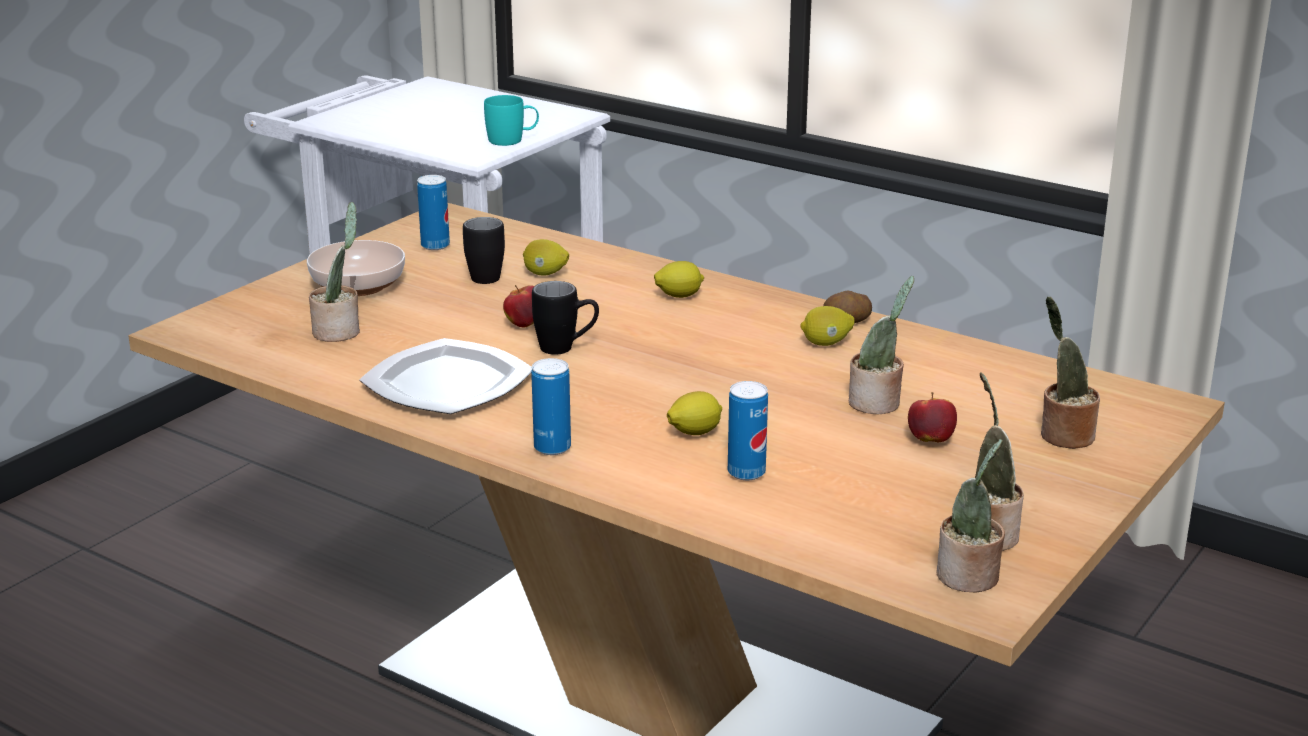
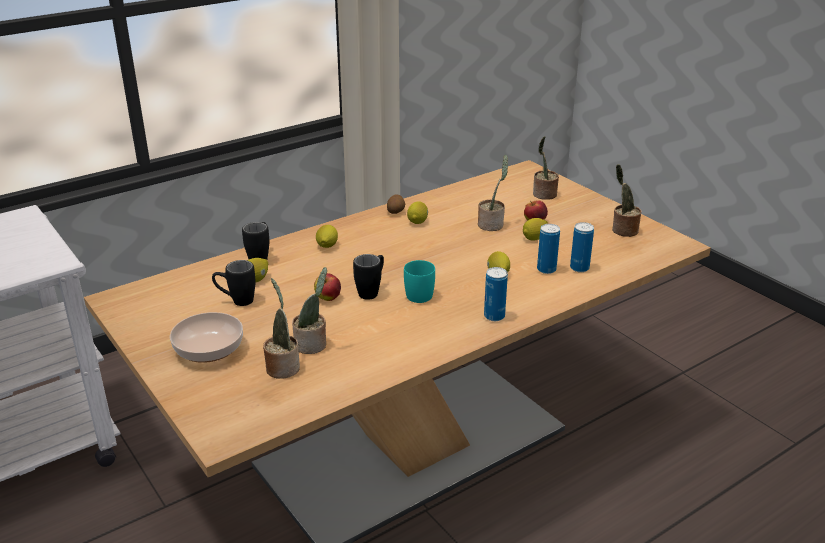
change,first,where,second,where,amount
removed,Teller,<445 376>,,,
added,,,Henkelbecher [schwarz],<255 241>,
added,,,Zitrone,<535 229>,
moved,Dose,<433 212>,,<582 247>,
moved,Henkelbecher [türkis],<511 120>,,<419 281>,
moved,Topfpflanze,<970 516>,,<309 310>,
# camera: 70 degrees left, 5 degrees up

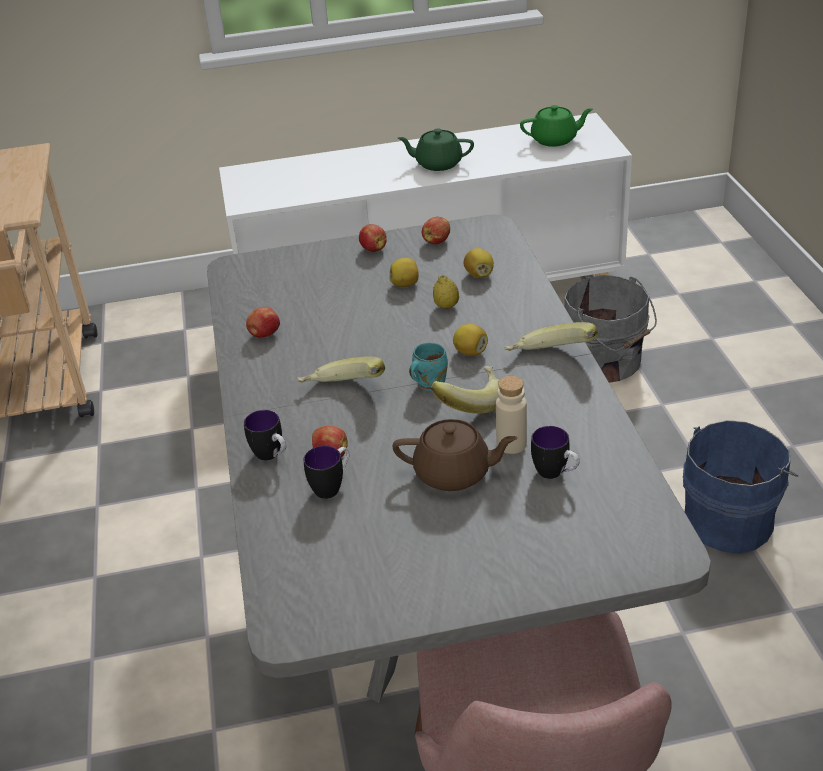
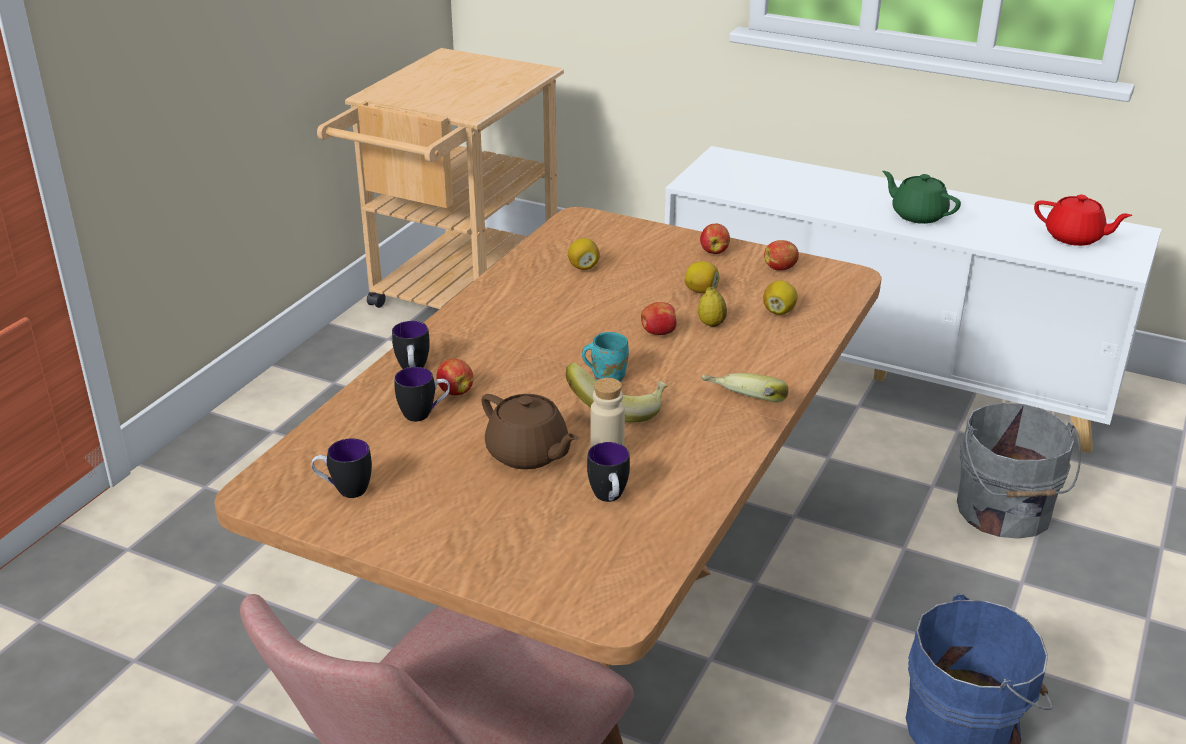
change,first,where,second,where,amount
removed,Banane,<341 369>,,,
added,,,Henkelbecher,<341 468>,
moved,Apfel,<263 322>,,<659 318>,
moved,Zitrone,<470 340>,,<584 254>,
recoloured,Esstisch [grau],<459 458>,Esstisch [braun],<548 437>,
recoloured,Teekanne [grün],<556 126>,Teekanne [rot],<1083 220>,
# camera: 35 degrees right, 5 degrees down

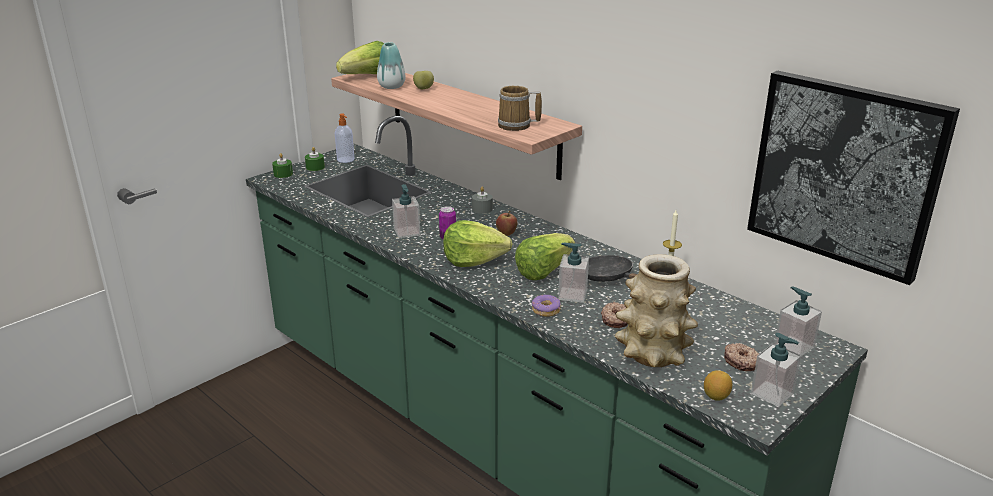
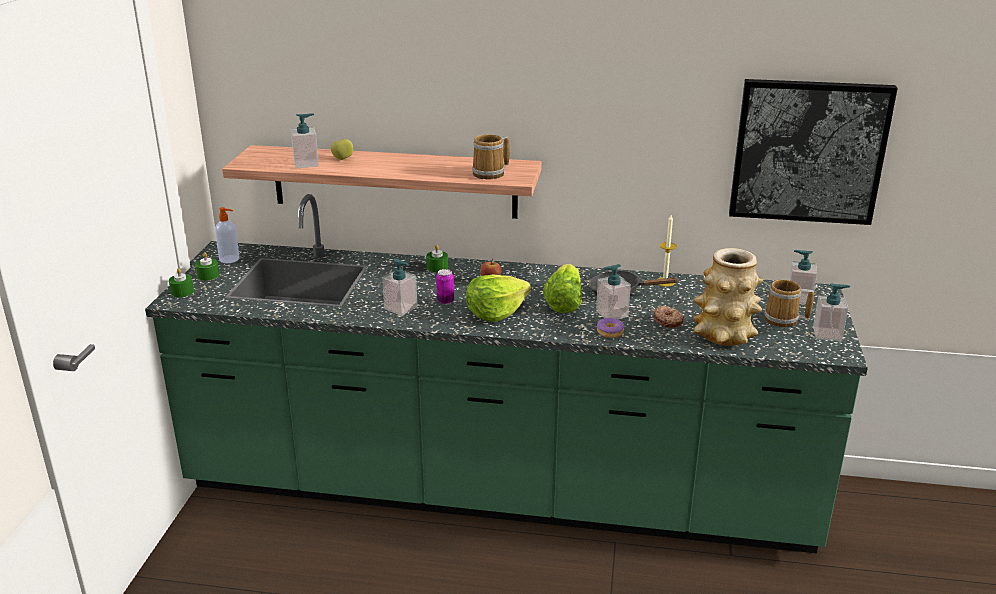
change,first,where,second,where,amount
removed,Salatkopf,<360 57>,,,
removed,Zitrone,<718 385>,,,
replaced,Vase,<391 65>,Seifenspender,<305 140>,
replaced,Donut,<741 357>,Henkelbecher,<789 303>,
recoloured,Kerze [grau],<482 200>,Kerze [grün],<437 259>,
# camera: 35 degrees left, 0 degrees up

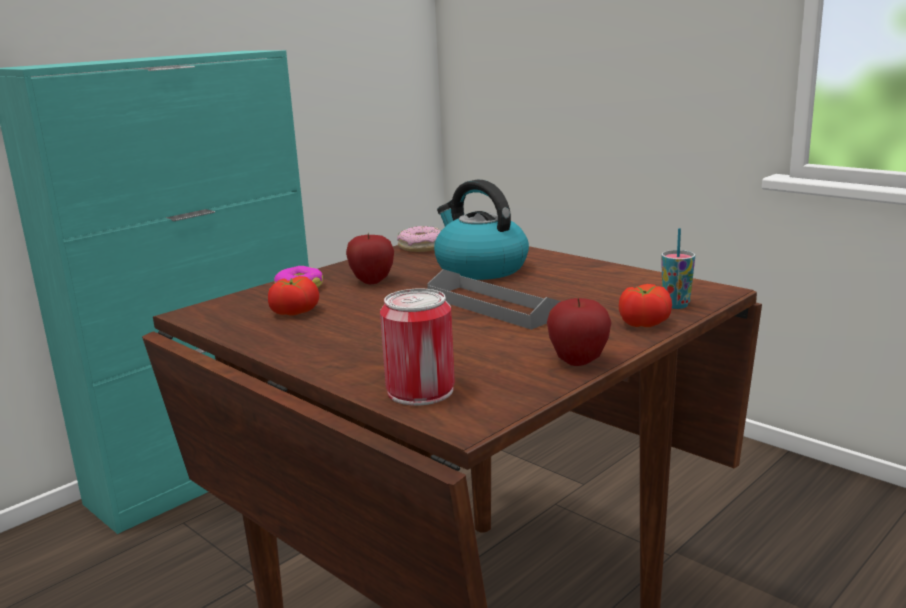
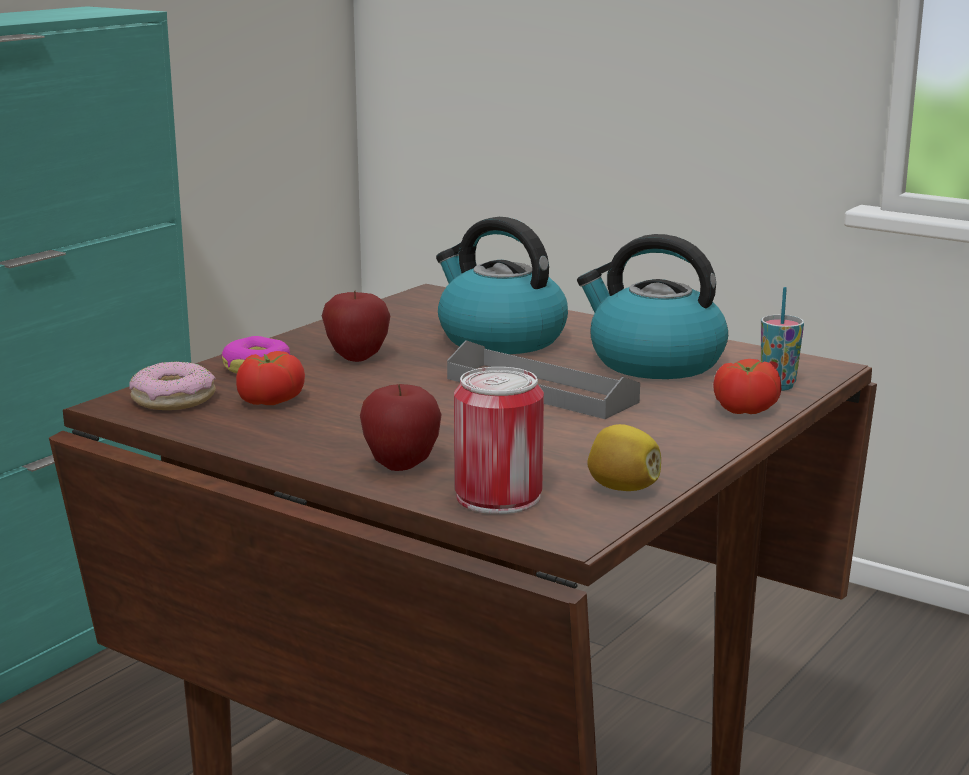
change,first,where,second,where,amount
added,,,Wasserkessel,<652 306>,
added,,,Zitrone,<624 457>,
moved,Donut,<419 239>,,<172 385>,
moved,Apfel,<579 332>,,<401 427>,
# camera: 10 degrees left, 0 degrees up

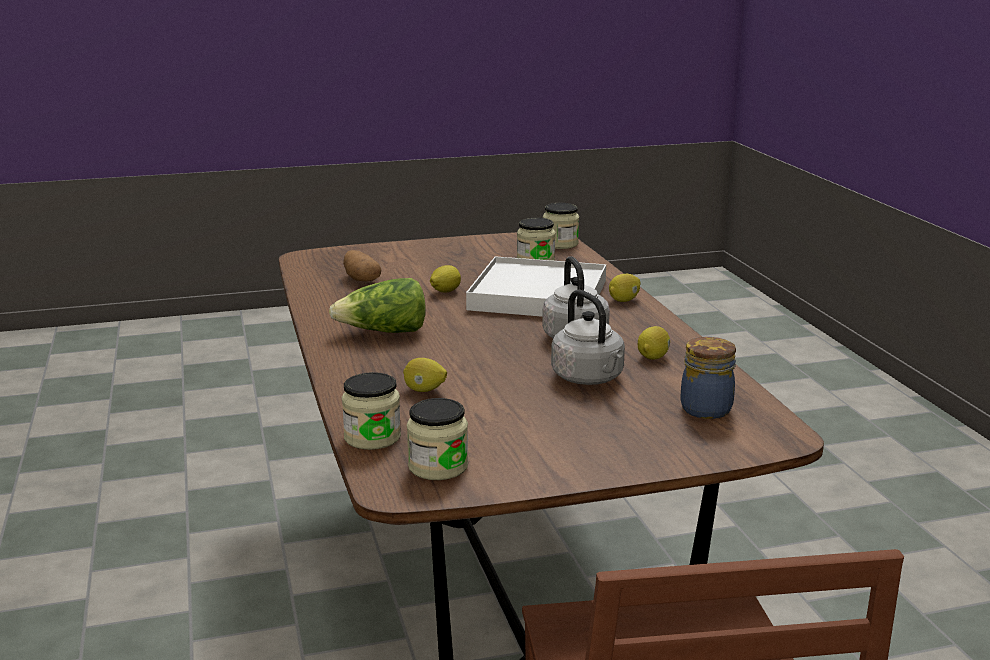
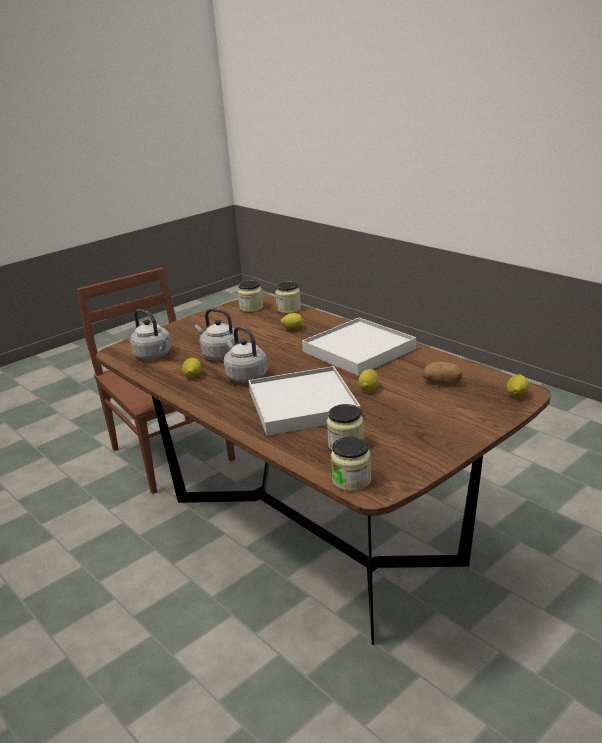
change,first,where,second,where,amount
moved,Zitrone,<625 288>,,<518 386>,
replaced,Salatkopf,<377 305>,Tablett [weiß],<359 346>,
replaced,Vorratsglas,<708 378>,Wasserkessel [grau],<150 334>,
# camera: 155 degrees right, 5 degrees up

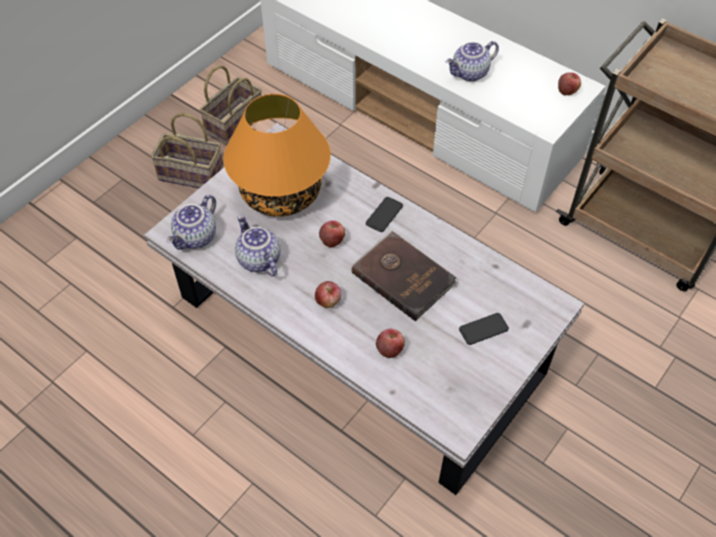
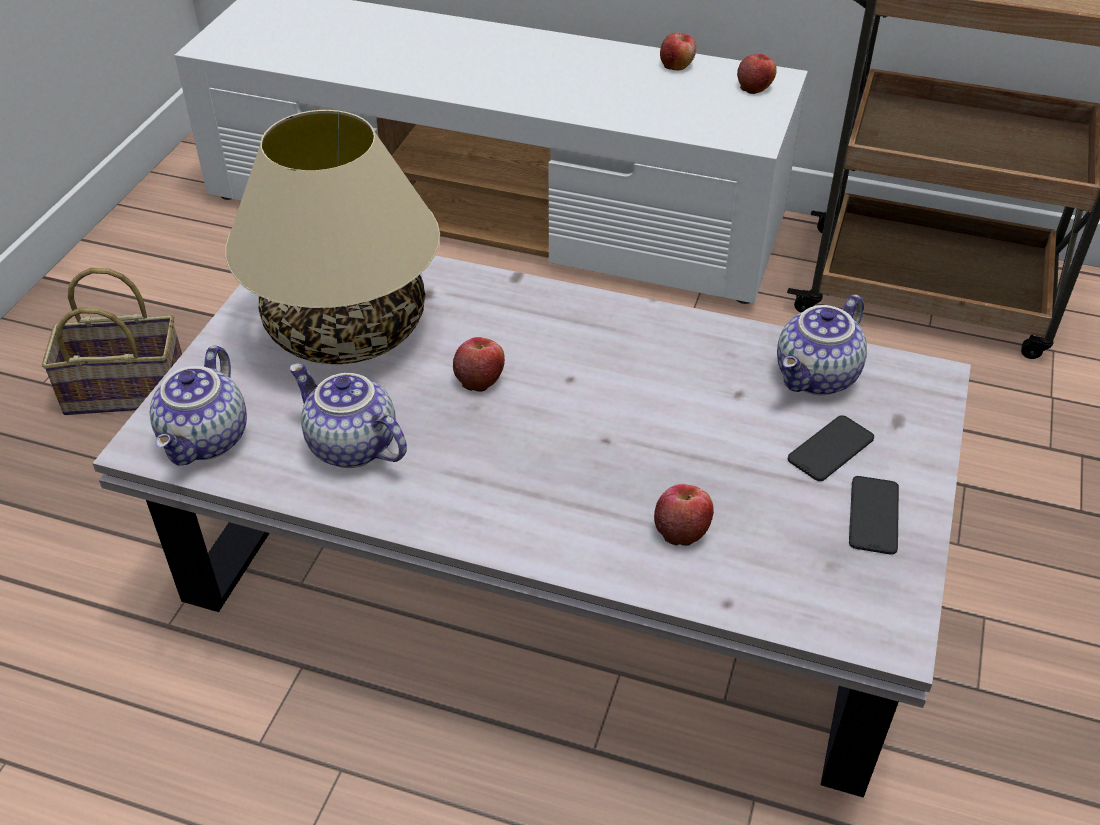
change,first,where,second,where,amount
removed,Korb,<230 106>,,,
removed,Buch [braun],<404 276>,,,
moved,Apfel,<328 294>,,<678 51>,
moved,Handy,<384 214>,,<874 515>,
moved,Teekanne,<472 61>,,<822 344>,
recoloured,Tischlampe [orange],<277 155>,Tischlampe [beige],<332 237>,
# camera: 20 degrees left, 10 degrees down

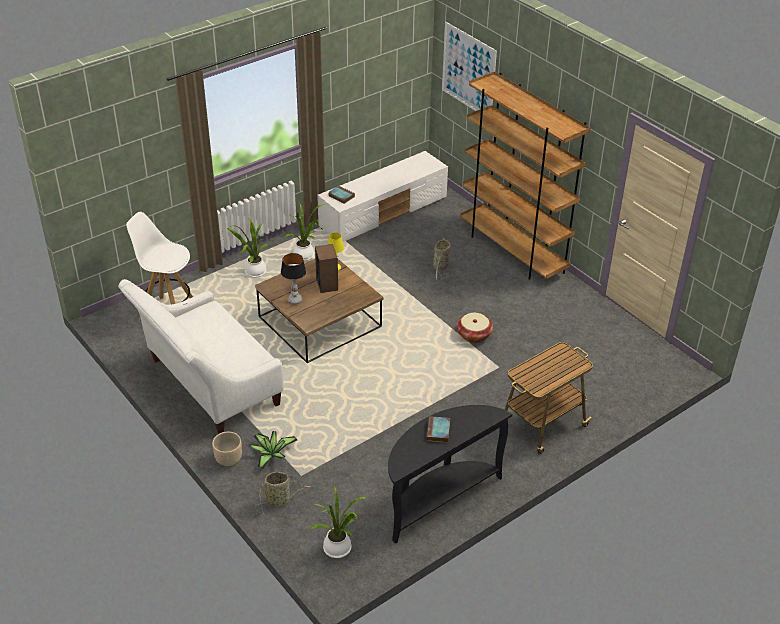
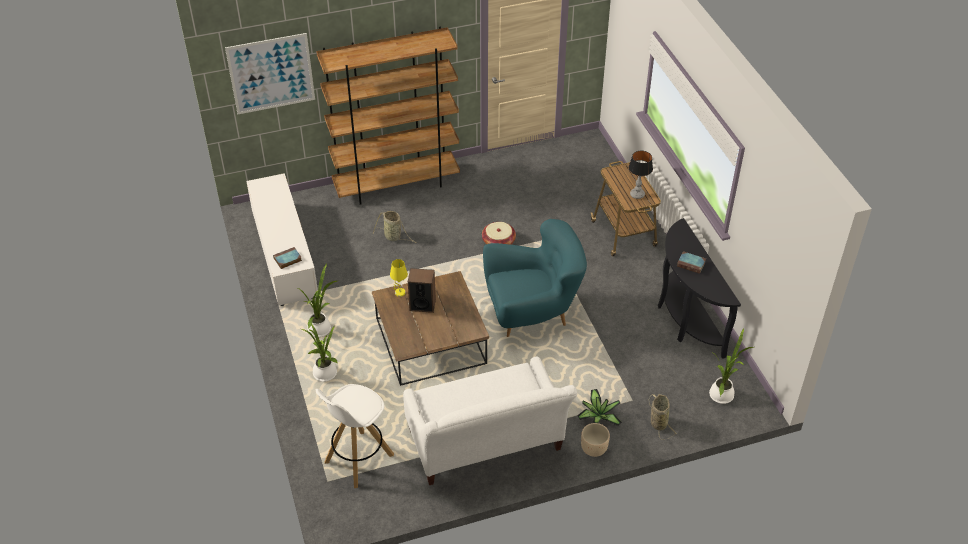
change,first,where,second,where,amount
added,,,Sessel [türkis],<535 278>,
moved,Tischlampe,<293 278>,,<640 175>,
# camera: 70 degrees left, 5 degrees up

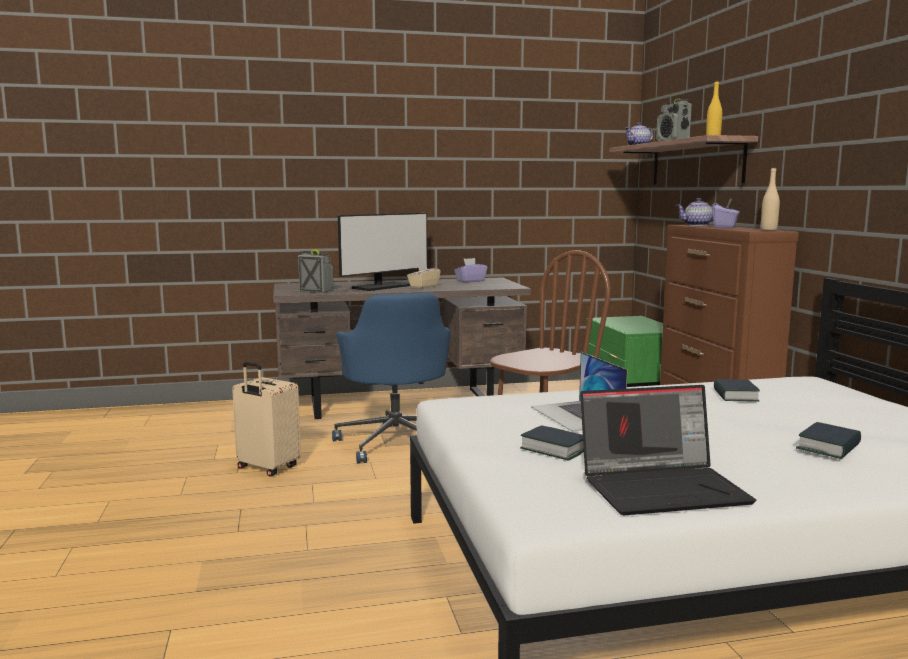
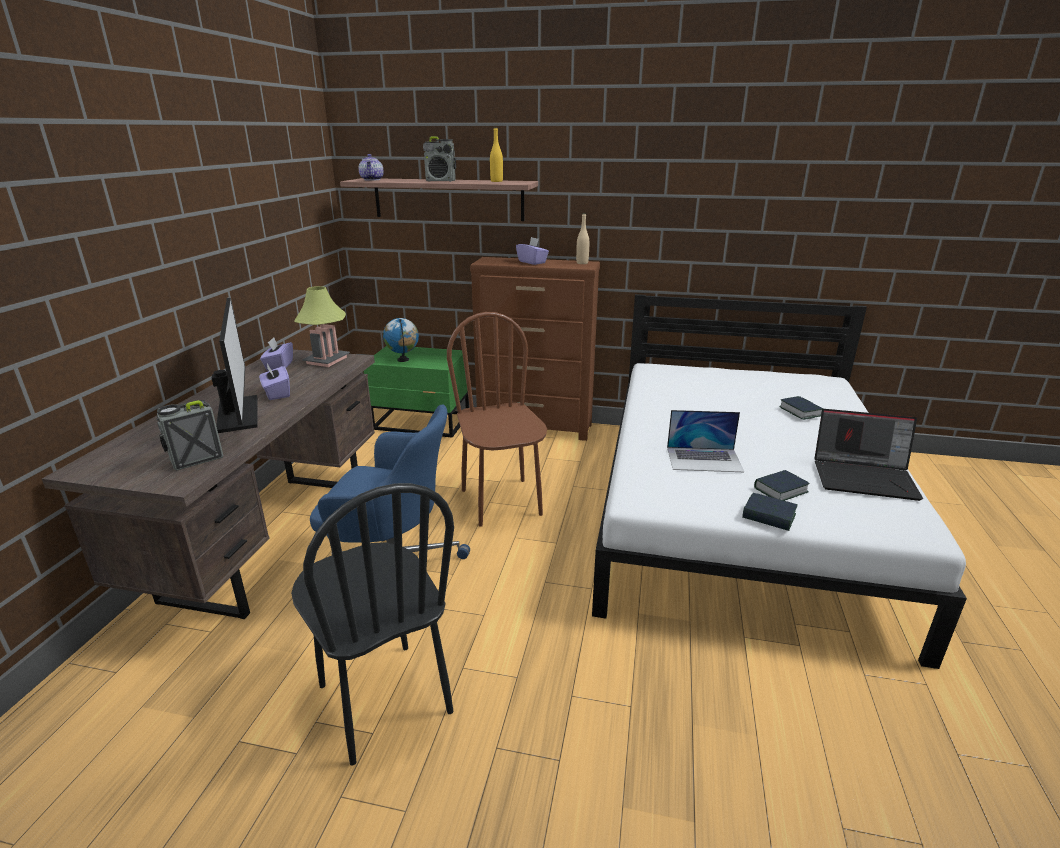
change,first,where,second,where,amount
removed,Teekanne,<698 212>,,,
added,,,Tischlampe,<322 326>,
added,,,Globus,<401 340>,
moved,Buch,<737 390>,,<770 512>,
replaced,Koffer [beige],<266 419>,Stuhl [schwarz],<372 624>,
recoloured,Taschentuchbox [beige],<424 275>,Taschentuchbox [lila],<274 381>,
turned,Laptop,<668 450>,,<868 455>,90 degrees clockwise
# camera: 65 degrees left, 15 degrees up

